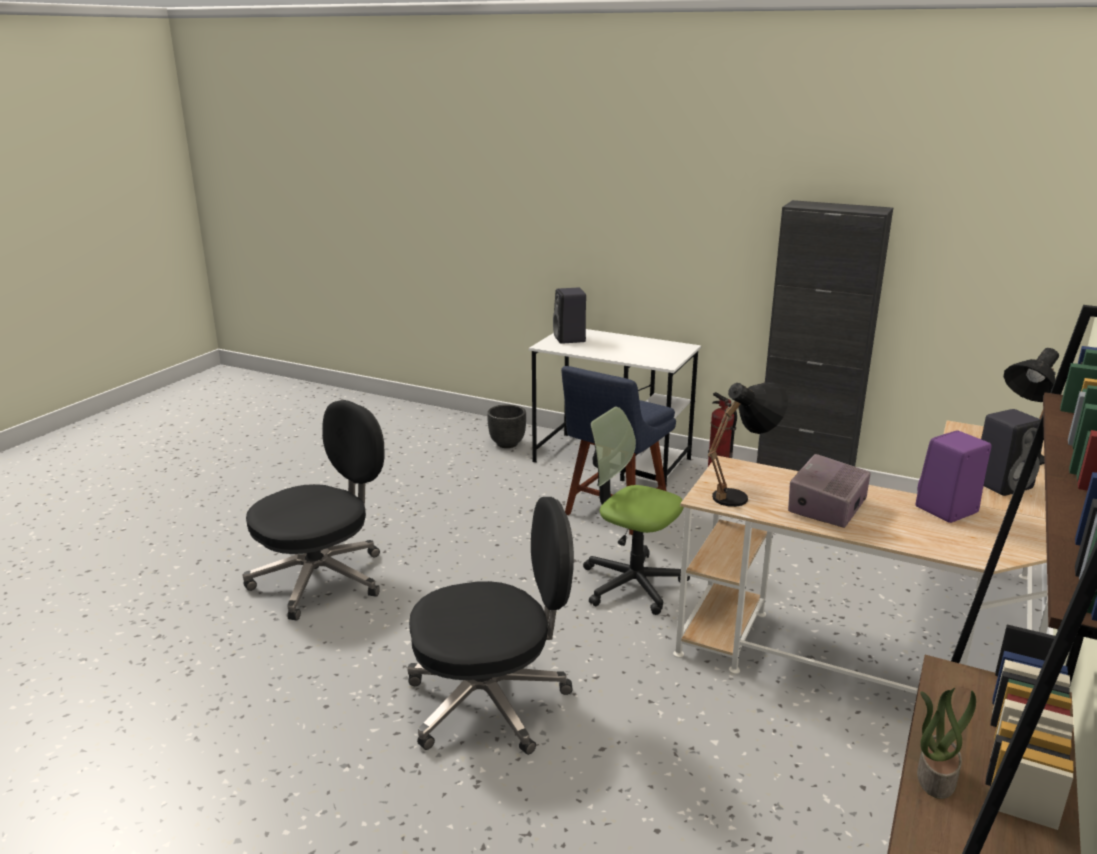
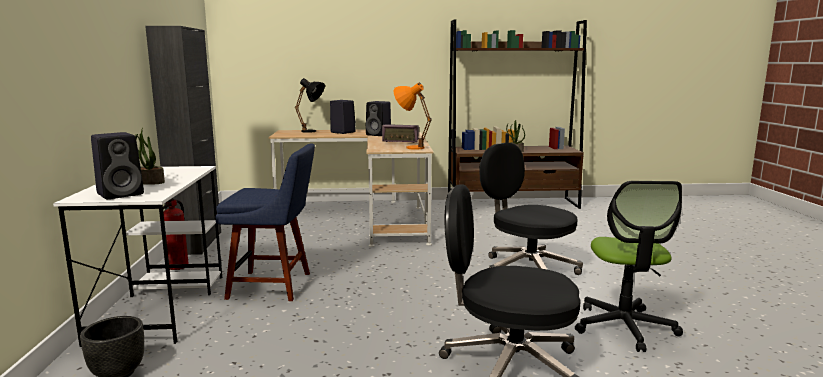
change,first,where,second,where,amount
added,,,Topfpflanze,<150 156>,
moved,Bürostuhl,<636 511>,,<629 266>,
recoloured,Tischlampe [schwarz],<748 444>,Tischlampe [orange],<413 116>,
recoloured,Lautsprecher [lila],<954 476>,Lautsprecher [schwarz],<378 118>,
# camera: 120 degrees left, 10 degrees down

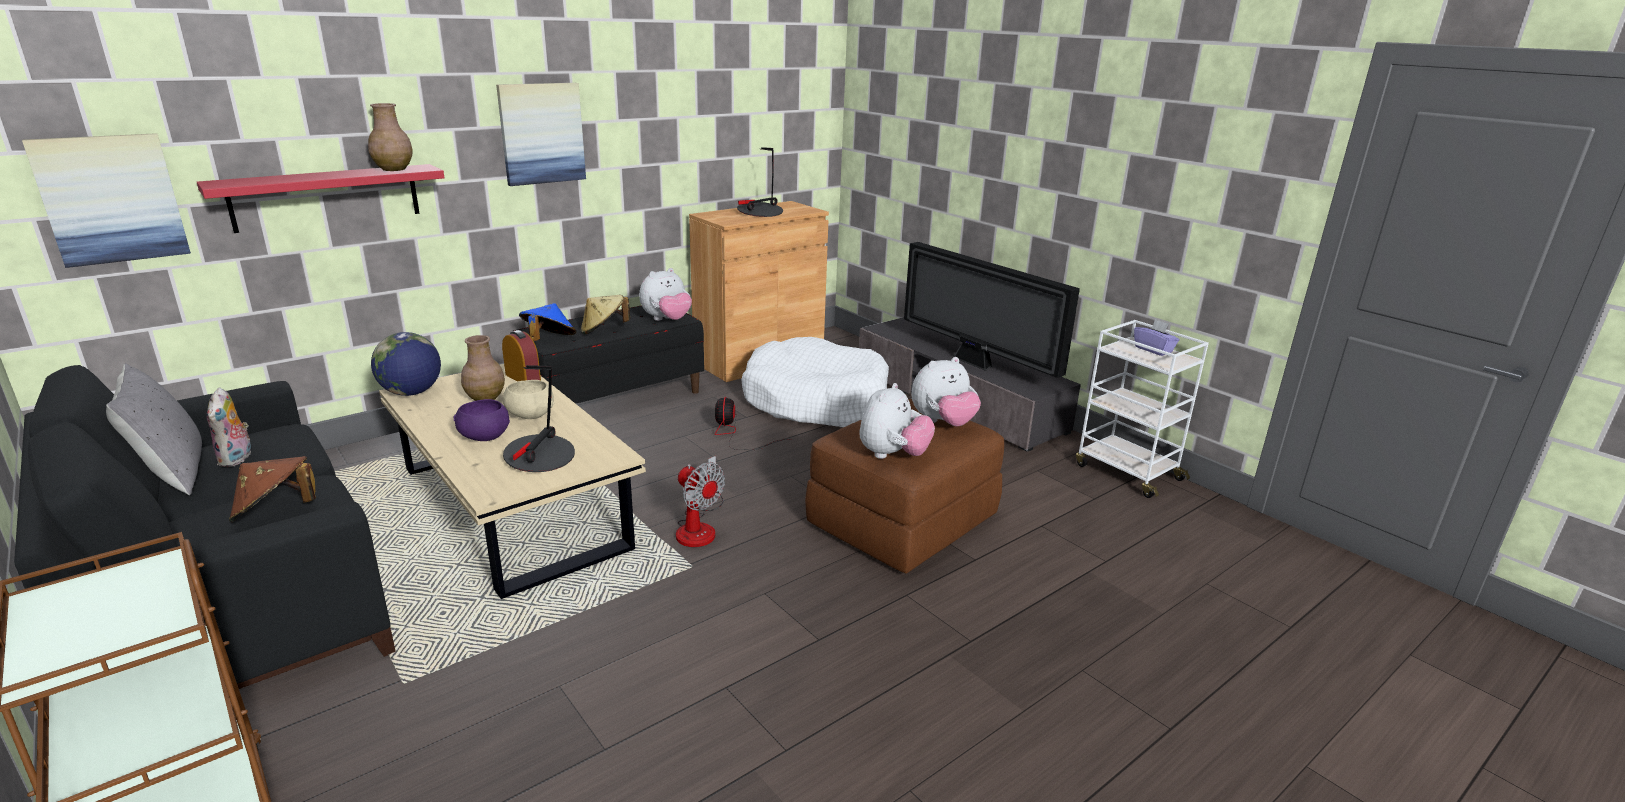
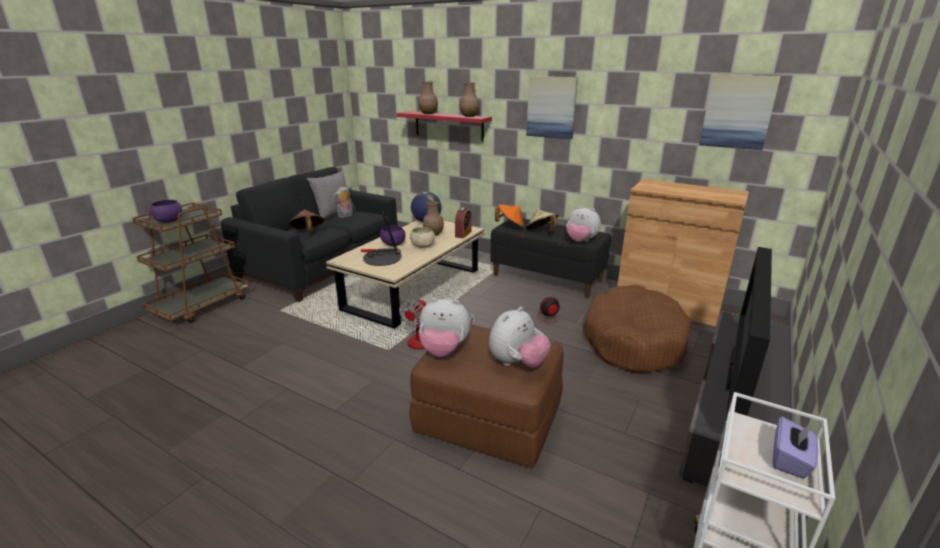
change,first,where,second,where,amount
removed,Tischlampe,<760 182>,,,
added,,,Schüssel [lila],<166 211>,
added,,,Vase [braun],<428 97>,
moved,Bild,<106 200>,,<740 112>,
recoloured,Hut [blau],<548 322>,Hut [orange],<509 216>,
recoloured,Hundebett [weiß],<815 382>,Hundebett [braun],<637 329>,
turned,Plüschtier,<946 391>,,<520 337>,90 degrees counterclockwise
# camera: 70 degrees right, 0 degrees up

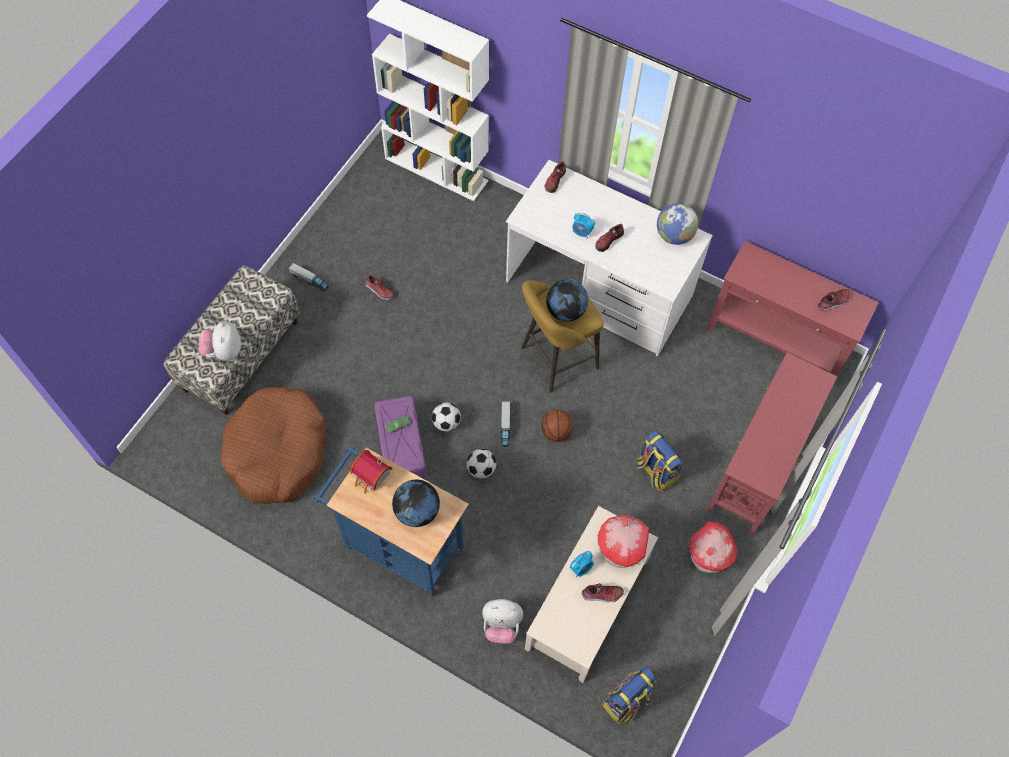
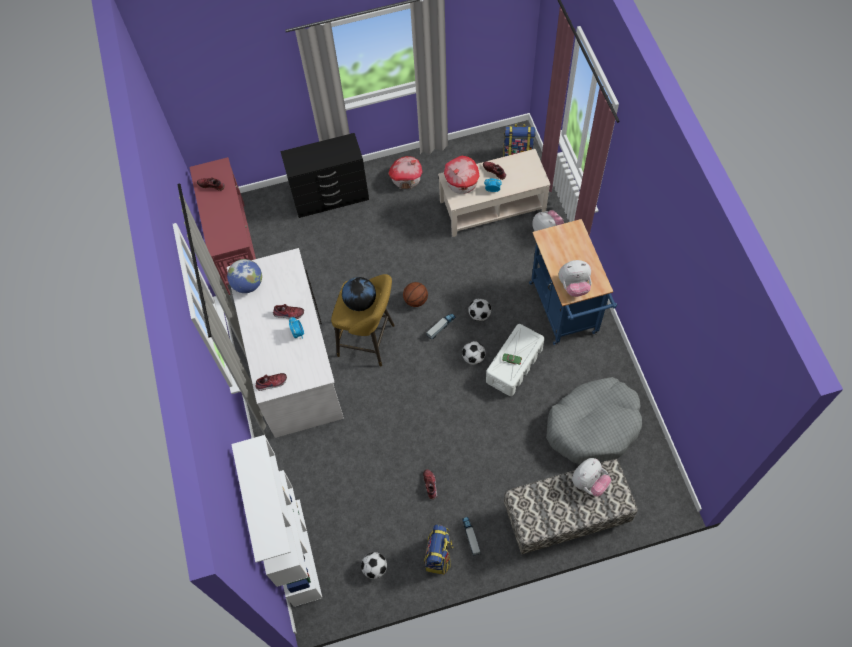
change,first,where,second,where,amount
removed,Globus,<416 503>,,,
added,,,Fußball,<374 565>,
moved,Rucksack,<660 461>,,<439 549>,
replaced,Spielzeughaus,<371 472>,Plüschtier,<575 278>,
replaced,Konsolentisch [rot],<771 444>,Kommode [schwarz],<324 175>,
recoloured,Hundebett [braun],<273 445>,Hundebett [grau],<594 420>,
recoloured,Aufbewahrungsbox [lila],<400 438>,Aufbewahrungsbox [weiß],<515 360>,
# camera: 130 degrees left, 0 degrees up

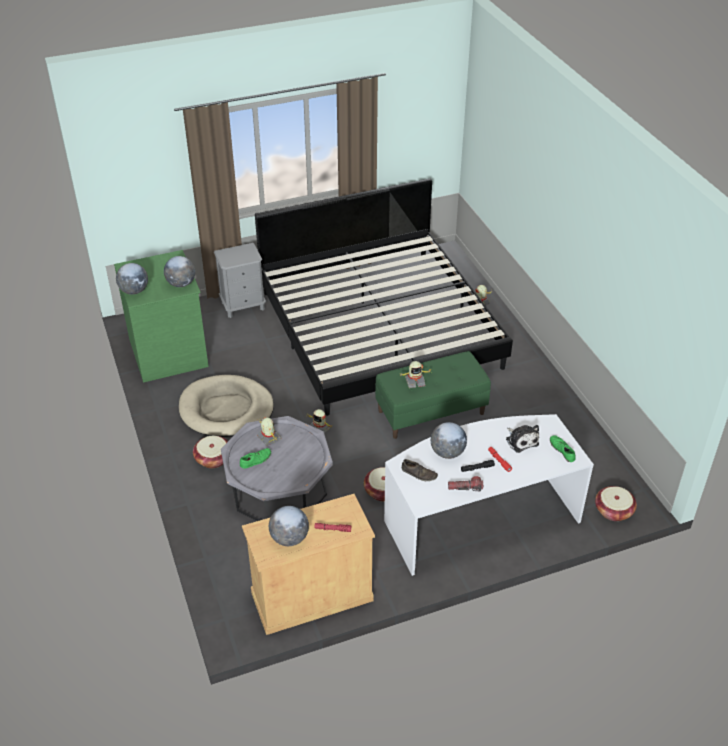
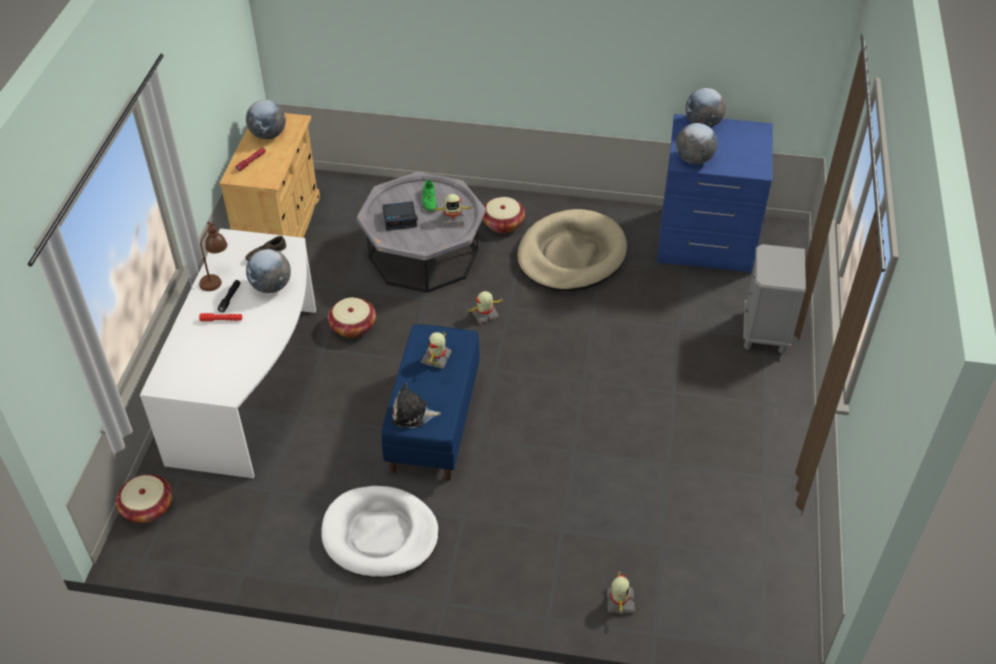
change,first,where,second,where,amount
removed,Bett,<384 297>,,,
removed,Schuh [grün],<563 448>,,,
added,,,Hundebett [weiß],<380 532>,
added,,,Wecker,<400 216>,
moved,Plüschtier,<522 439>,,<416 405>,
replaced,Taschenlampe,<465 483>,Tischlampe [braun],<213 256>,
recoloured,Kommode [grün],<161 316>,Kommode [blau],<715 194>,
recoloured,Bank [grün],<433 395>,Bank [blau],<430 402>,
# camera: 120 degrees right, 5 degrees up

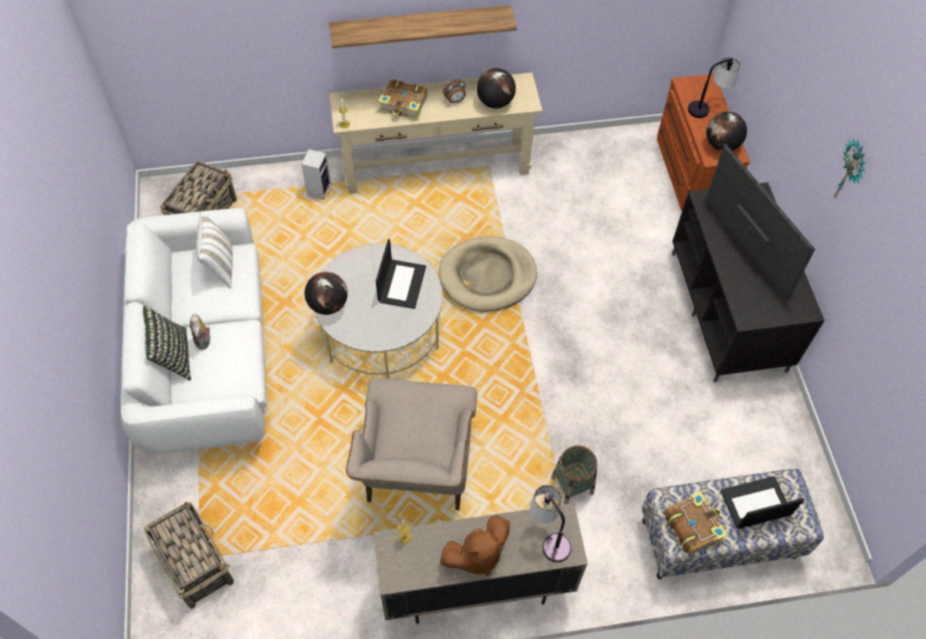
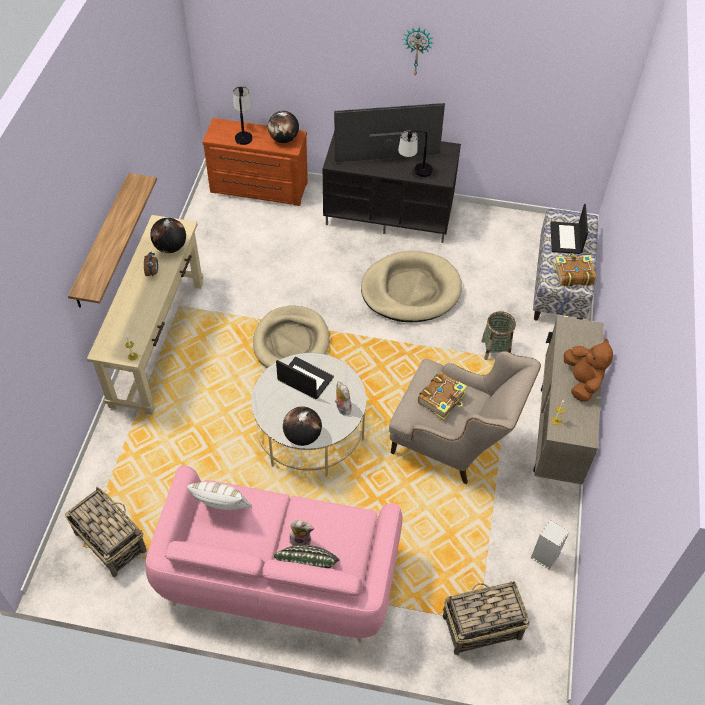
change,first,where,second,where,amount
added,,,Plüschtier,<343 398>,
added,,,Hundebett [beige],<411 286>,
moved,Lautsprecher,<316 174>,,<550 545>,
moved,Buch,<402 100>,,<442 396>,
moved,Tischlampe,<550 523>,,<415 153>,
recoloured,Sofa [weiß],<193 331>,Sofa [rosa],<273 554>,
# camera: 70 degrees left, 5 degrees down

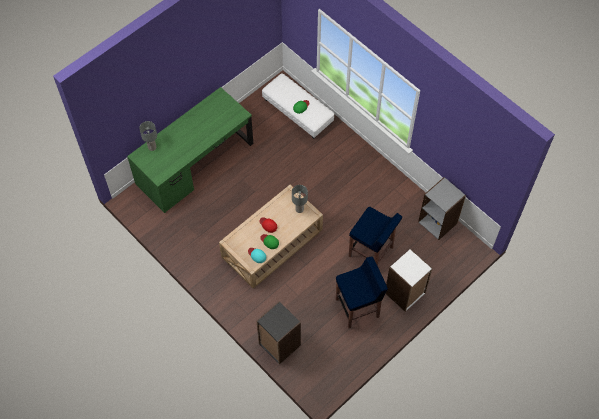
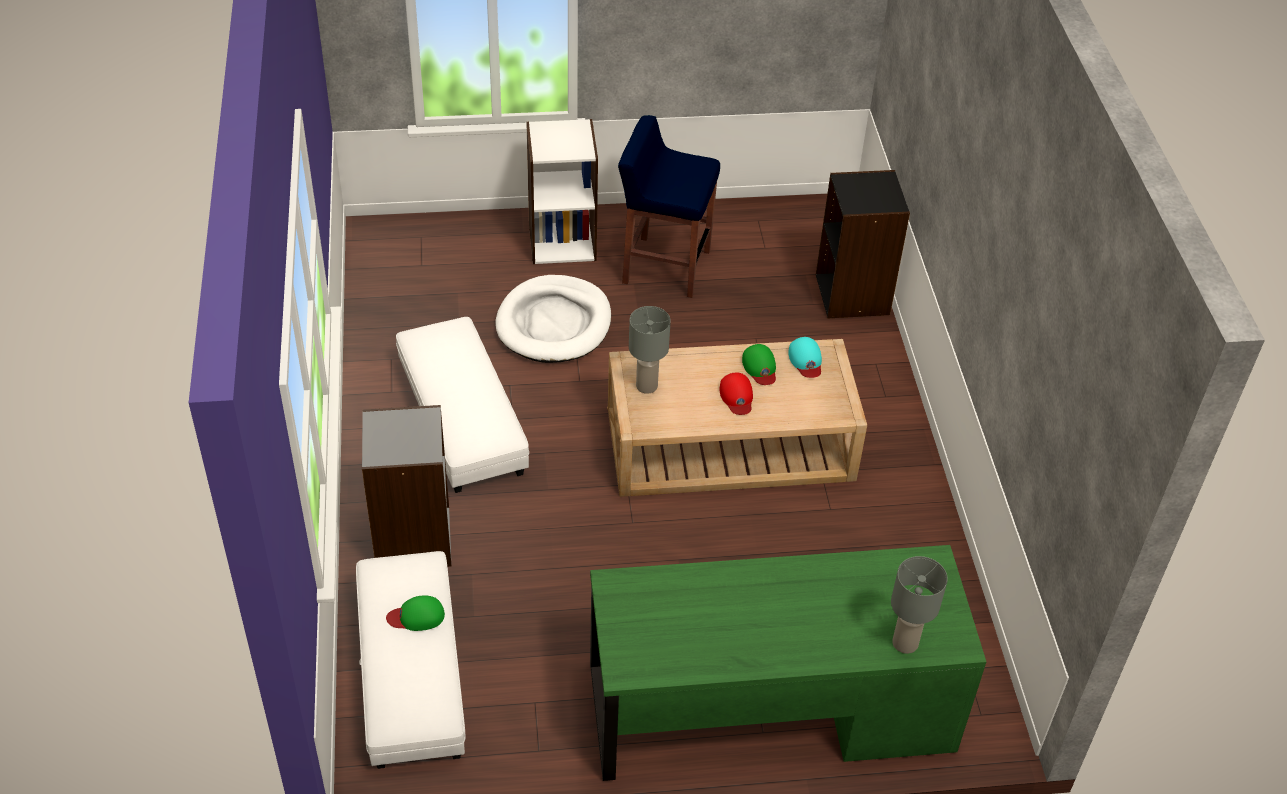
change,first,where,second,where,amount
added,,,Polsterhocker [weiß],<462 405>,
moved,Bücherregal [grau],<442 208>,,<407 486>,
replaced,Hocker [blau],<375 236>,Hundebett [weiß],<553 319>,
# camera: 145 degrees left, 15 degrees down

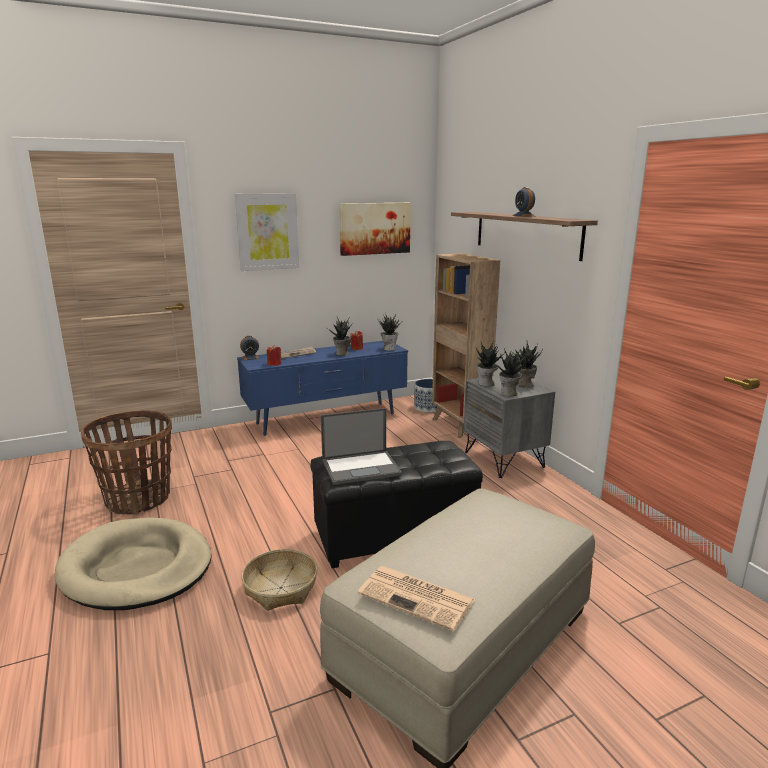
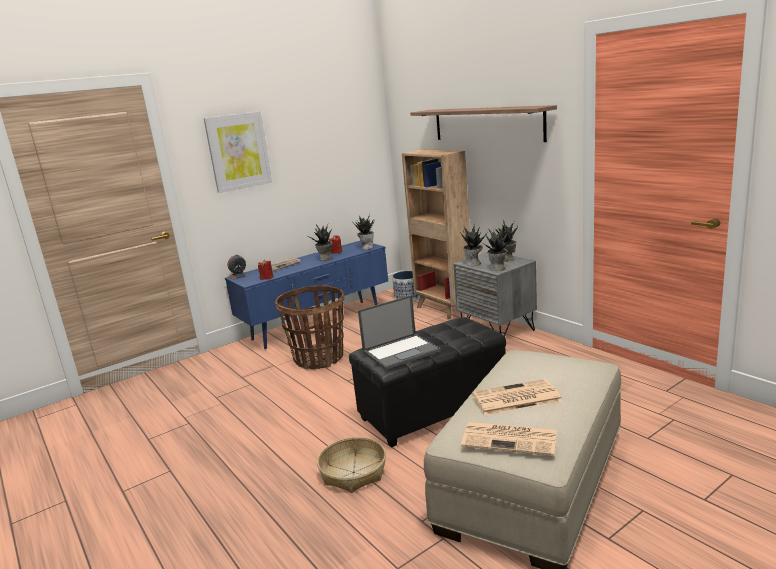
change,first,where,second,where,amount
removed,Hundebett [beige],<133 563>,,,
removed,Bild,<375 229>,,,
removed,Wecker,<523 202>,,,
added,,,Zeitung,<517 397>,
moved,Korb,<126 462>,,<309 327>,
# camera: 10 degrees left, 0 degrees up

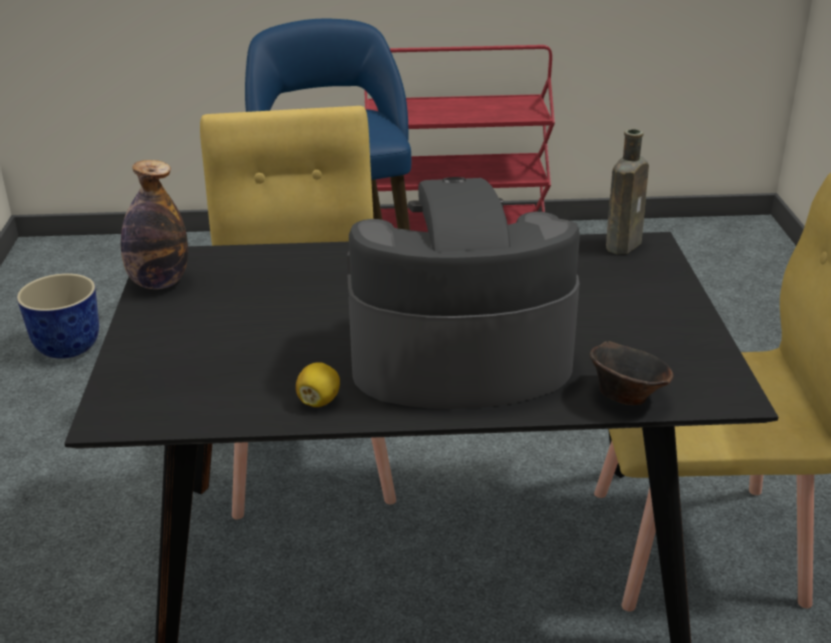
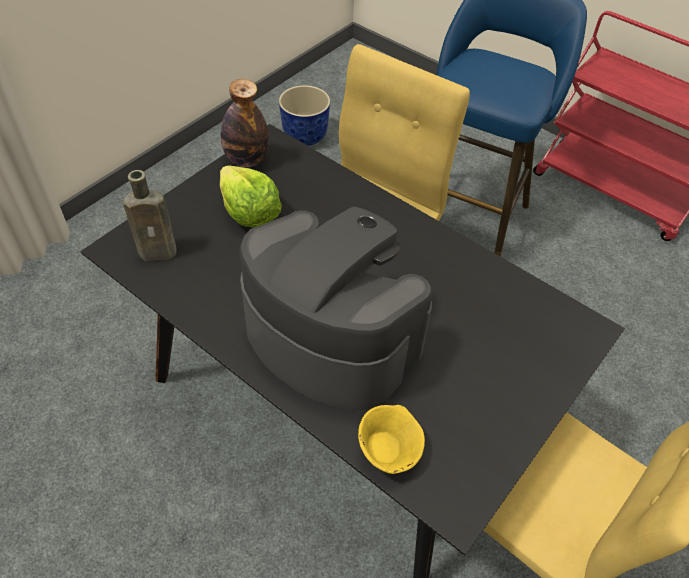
change,first,where,second,where,amount
removed,Zitrone,<318 384>,,,
added,,,Salatkopf,<250 196>,
moved,Flasche [braun],<627 191>,,<152 216>,
recoloured,Schüssel [braun],<631 373>,Schüssel [gelb],<391 439>,
# camera: 40 degrees right, 20 degrees up

